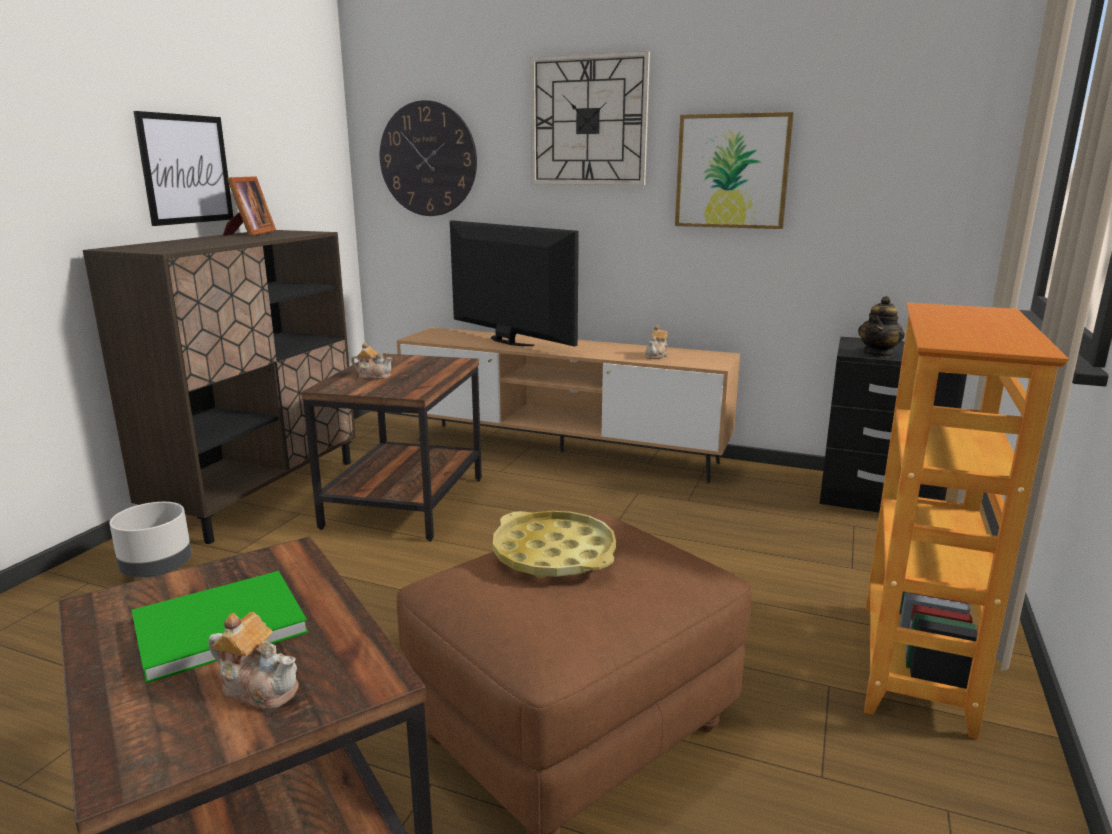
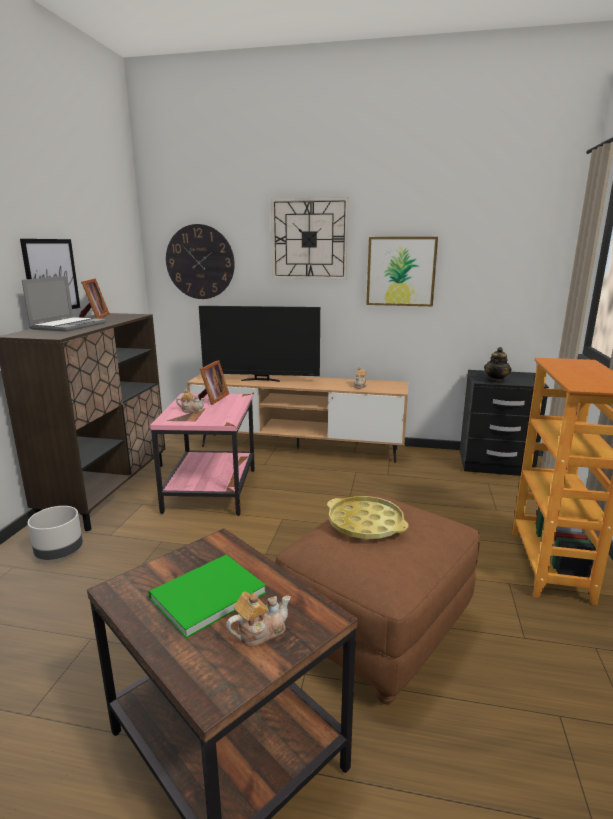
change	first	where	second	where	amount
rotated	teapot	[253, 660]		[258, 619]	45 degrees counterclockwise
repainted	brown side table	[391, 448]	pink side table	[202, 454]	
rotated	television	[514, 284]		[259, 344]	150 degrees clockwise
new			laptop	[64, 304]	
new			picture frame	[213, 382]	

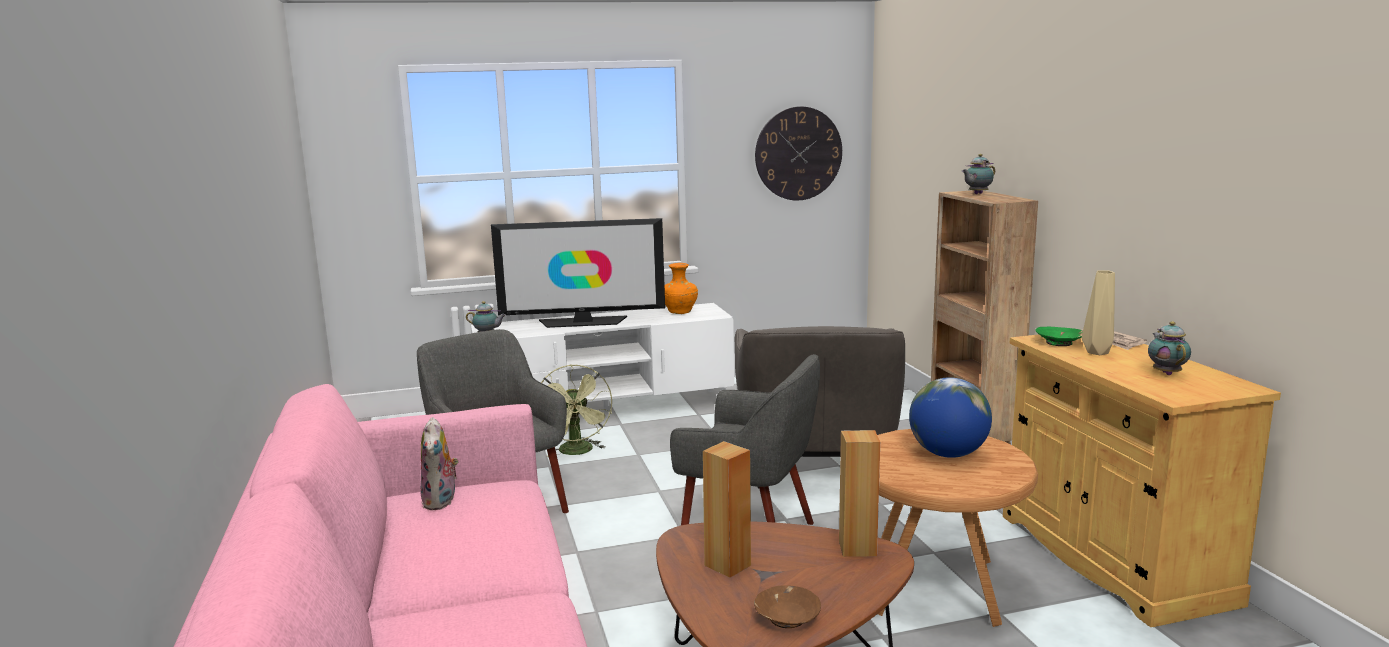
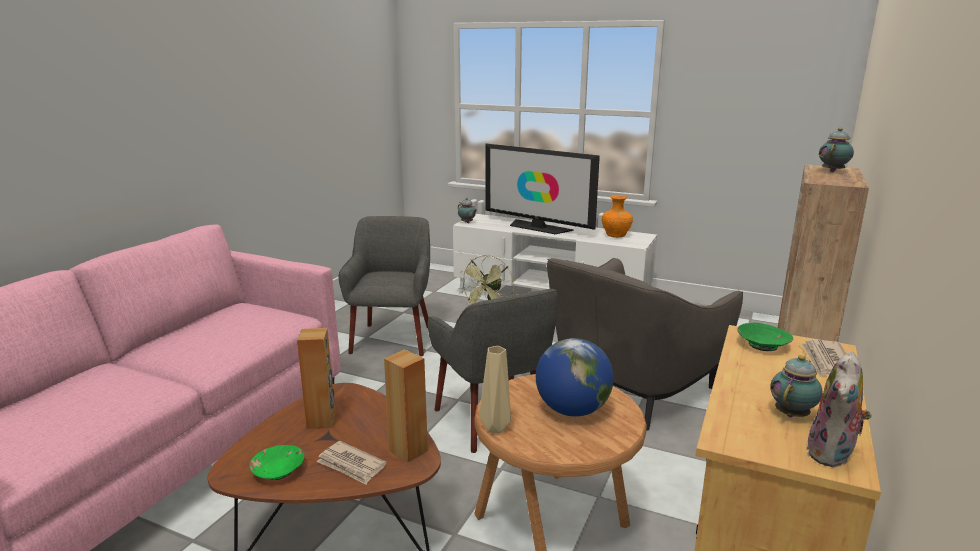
change	first	where	second	where	amount
shifted	plush toy	[439, 463]		[838, 409]	
repainted	brown bowl	[787, 606]	green bowl	[276, 462]	
gone	wall clock	[798, 153]			
rotated	teapot	[978, 174]		[836, 150]	120 degrees clockwise
shifted	beige vase	[1098, 312]		[495, 389]	
new			newspaper	[351, 463]	

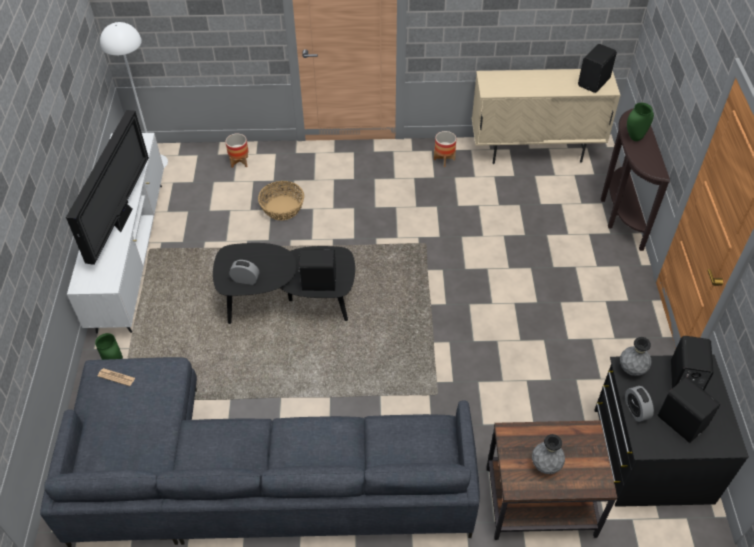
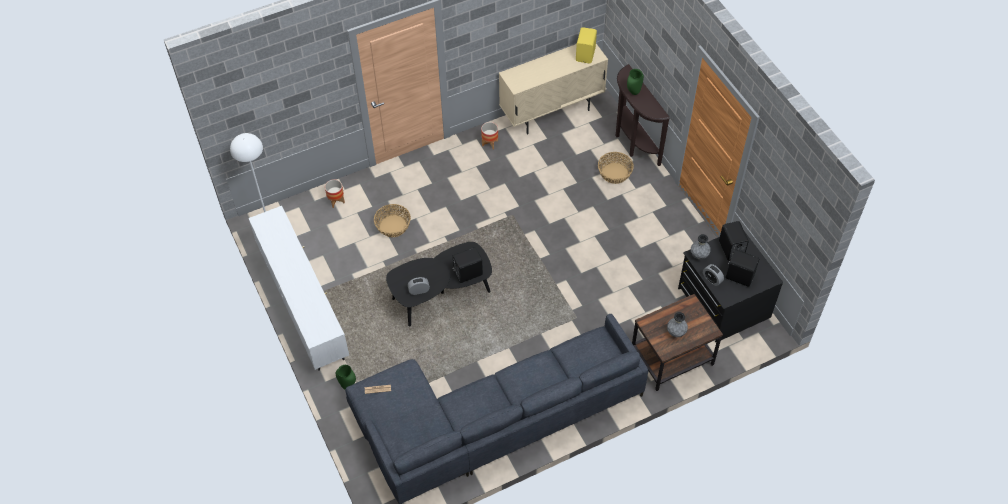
change	first	where	second	where	amount
gone	television	[107, 187]			
repainted	black speaker	[597, 68]	yellow speaker	[586, 45]	
new			basket	[616, 168]	

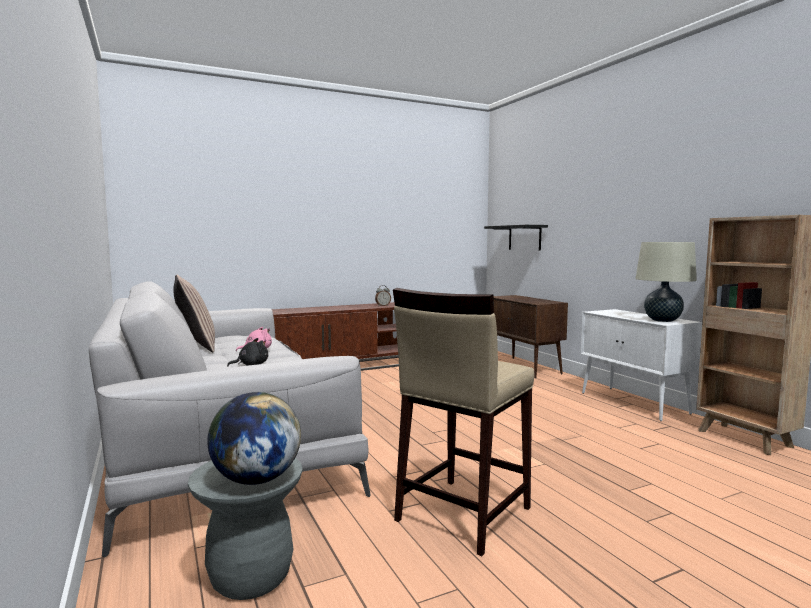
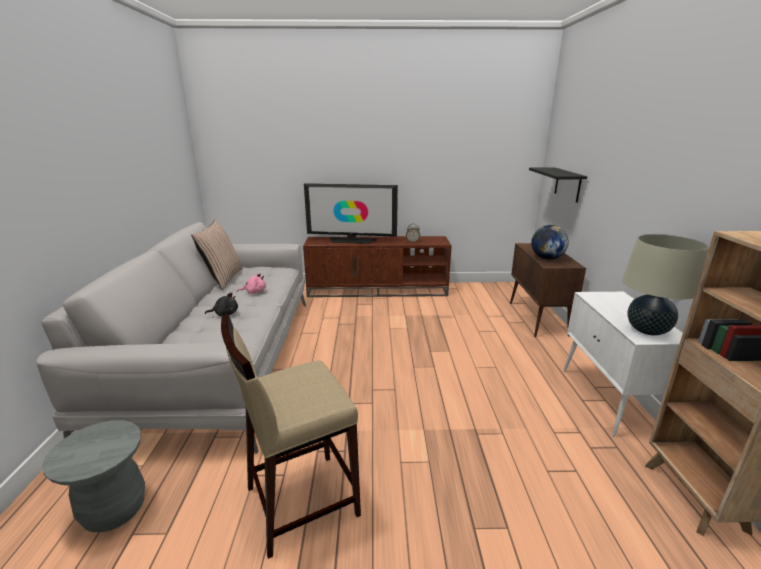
change	first	where	second	where	amount
shifted	globe	[254, 438]		[550, 242]	
new			television	[351, 213]	

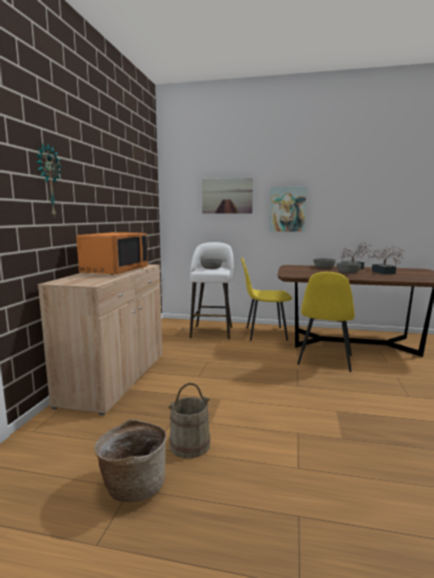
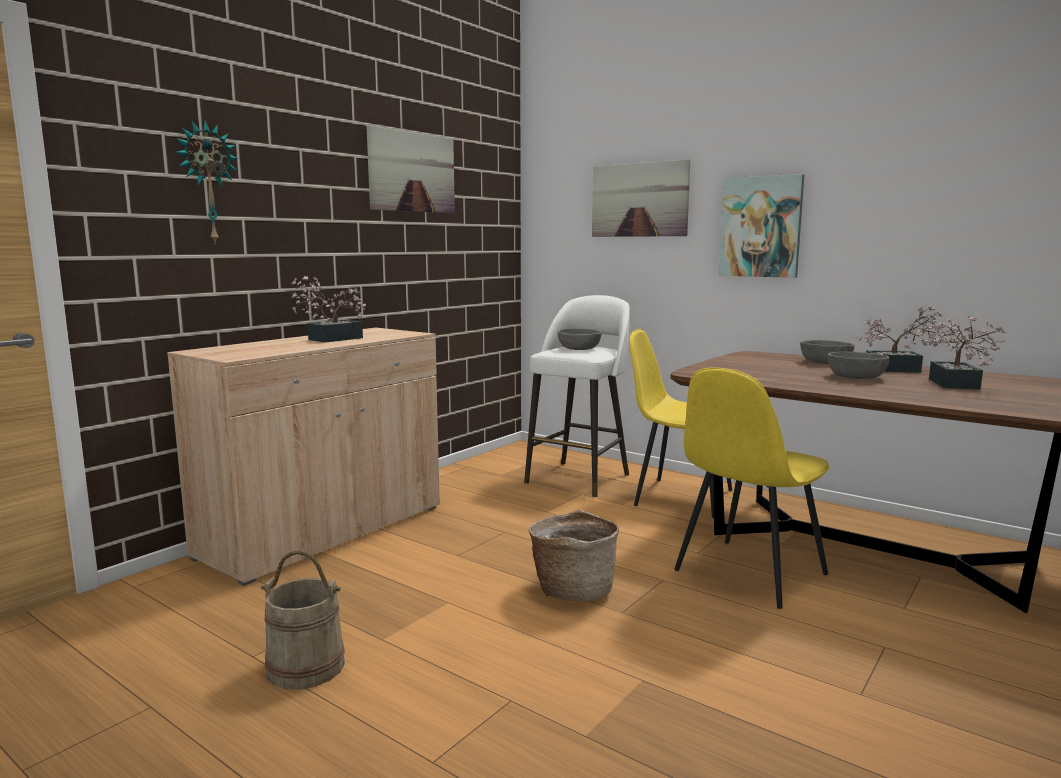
change	first	where	second	where	amount
swapped	orange microwave	[112, 253]	potted plant	[328, 309]	
shifted	basket	[130, 460]		[574, 555]	
new			picture	[411, 169]	

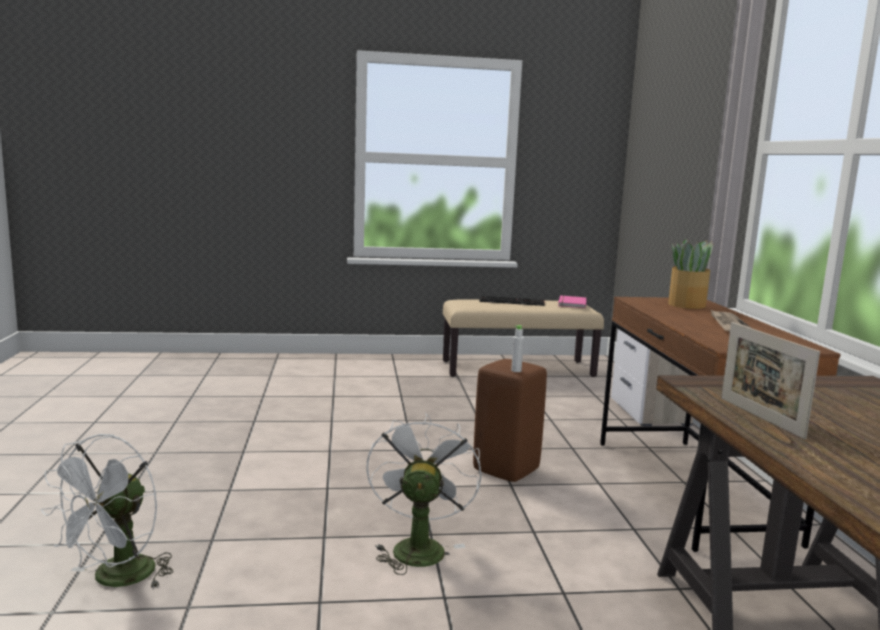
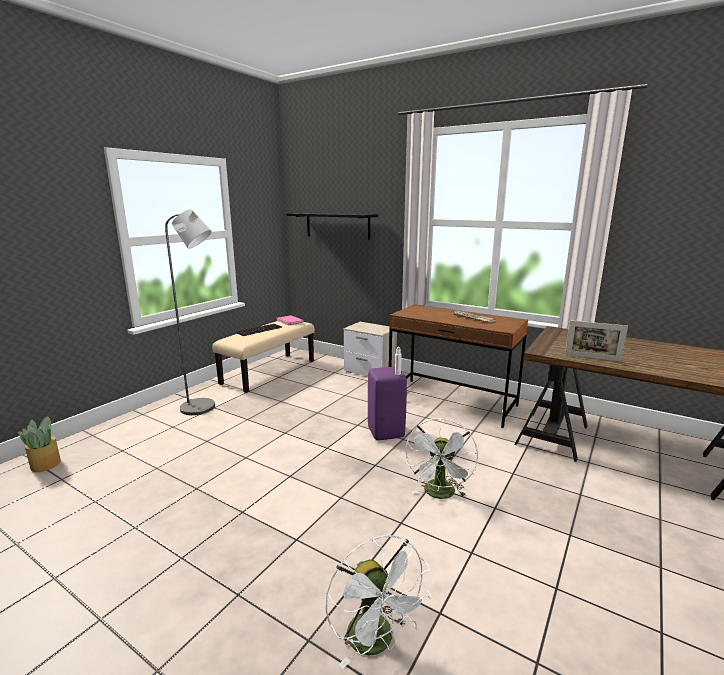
change	first	where	second	where	amount
rotated	white fan	[424, 493]		[442, 459]	120 degrees counterclockwise
repainted	brown stool	[510, 420]	purple stool	[387, 403]	
shifted	potted plant	[690, 274]		[39, 444]	
new			grey floor lamp	[190, 312]	
new			black shelf	[332, 226]	

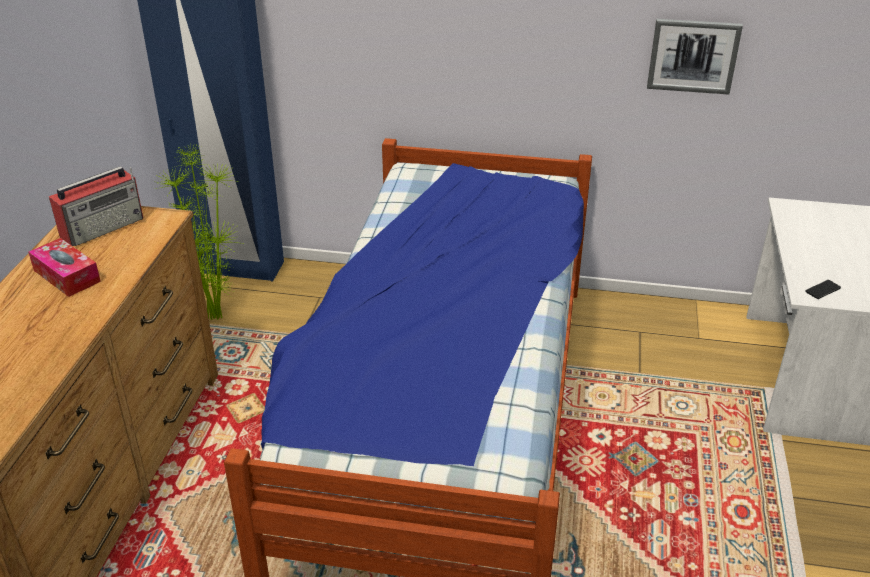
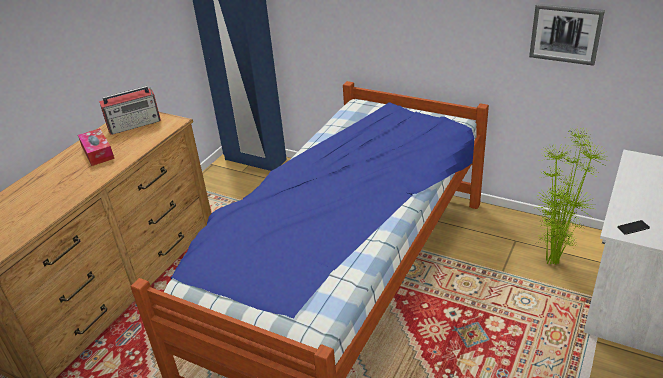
change	first	where	second	where	amount
shifted	potted plant	[196, 231]		[572, 197]	

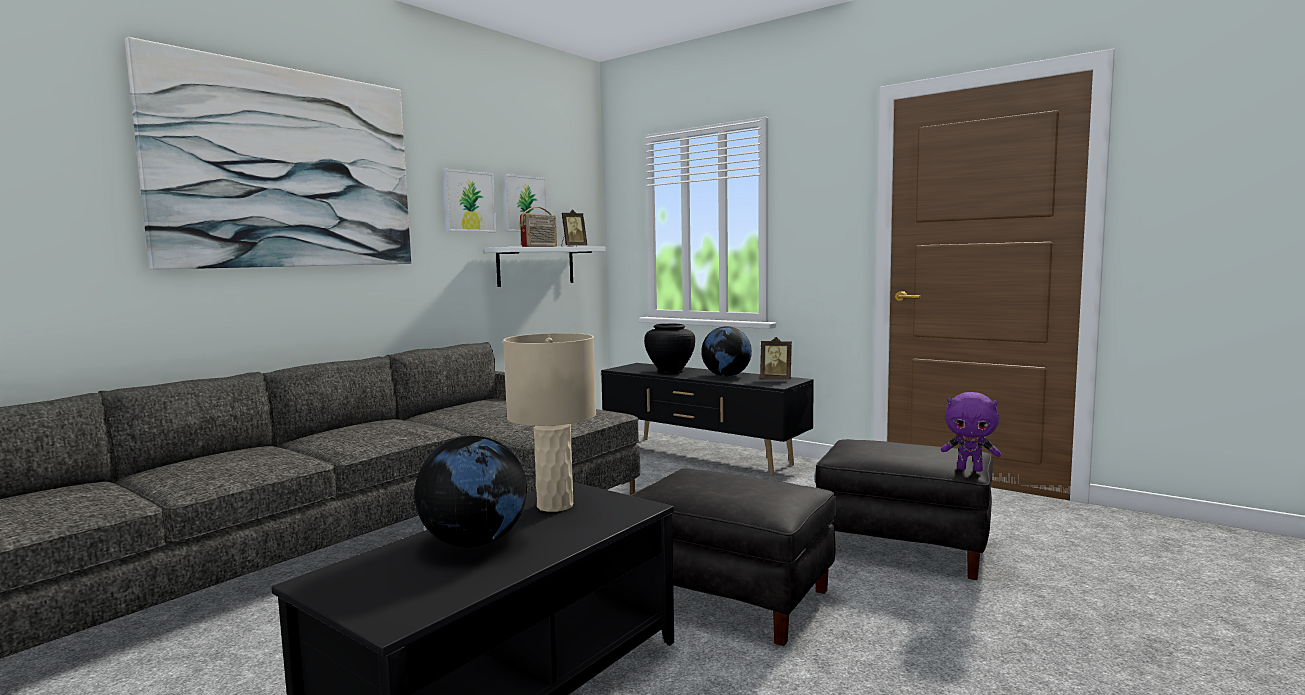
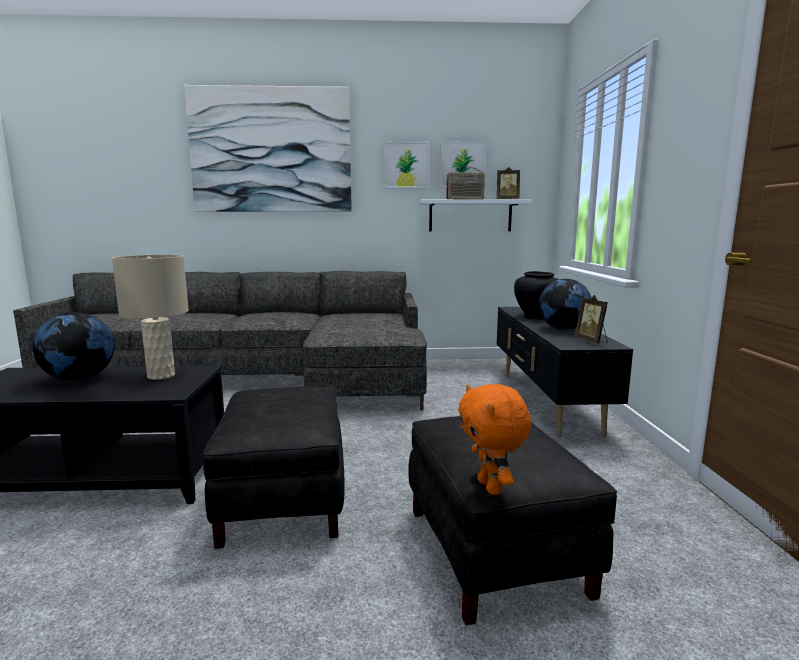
change	first	where	second	where	amount
repainted	purple plush toy	[971, 432]	orange plush toy	[494, 439]	

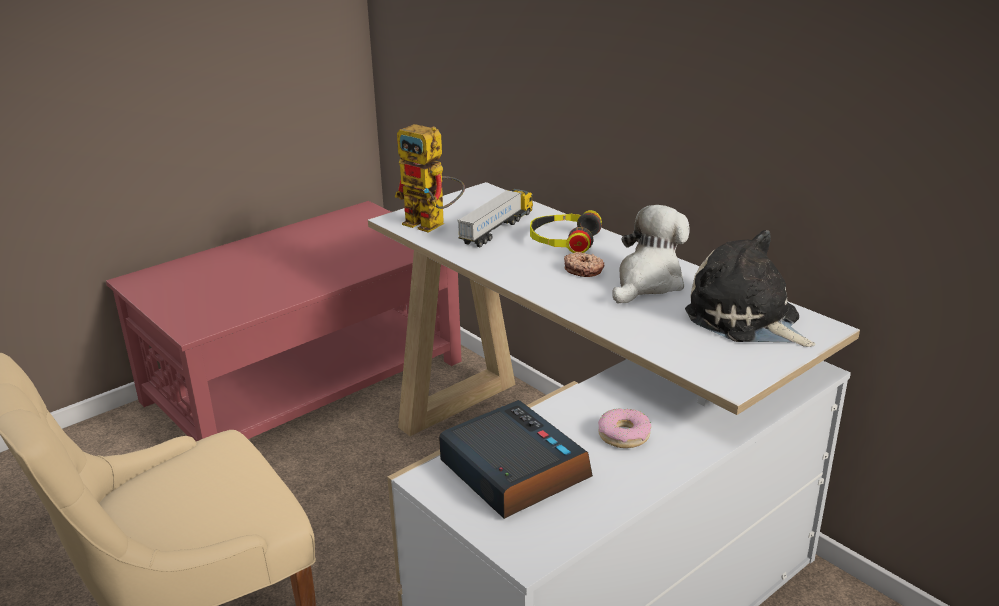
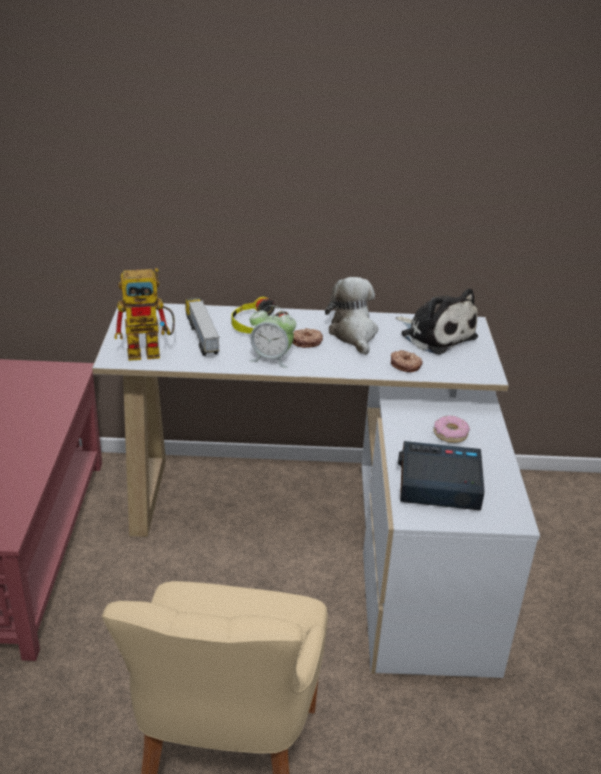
change	first	where	second	where	amount
rotated	plush toy	[750, 288]		[437, 322]	135 degrees counterclockwise
new			alarm clock	[273, 336]	
new			donut	[407, 361]	

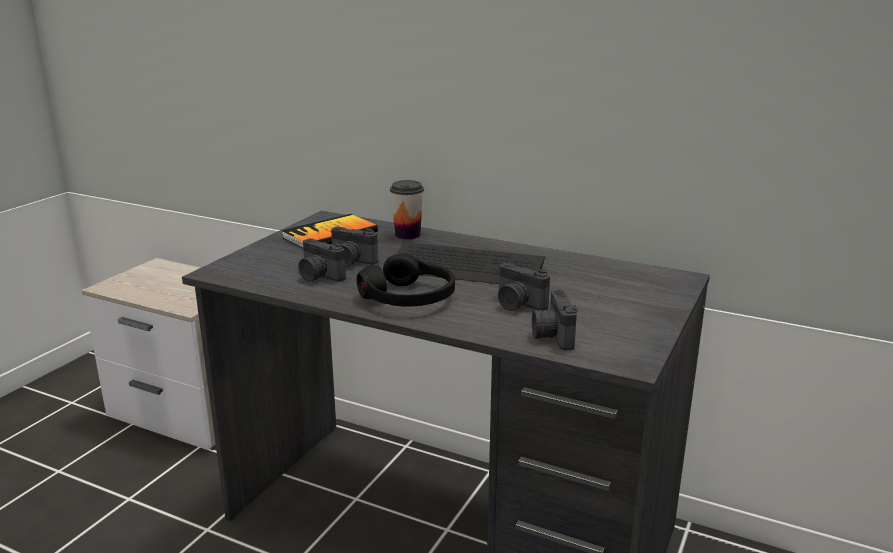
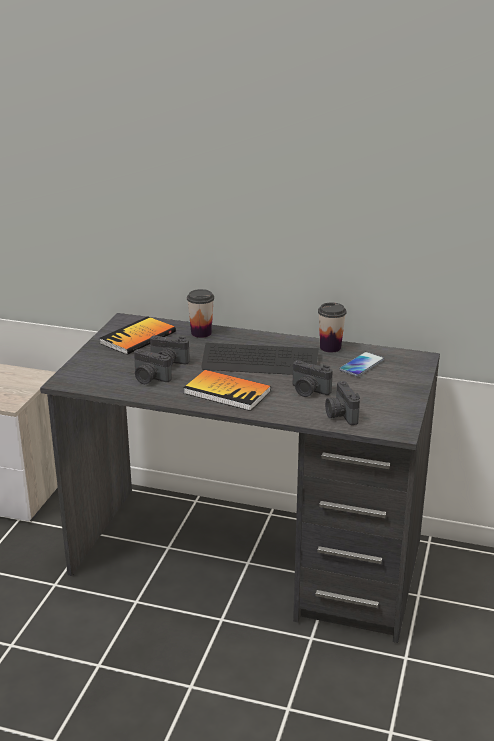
change	first	where	second	where	amount
swapped	black headphones	[406, 280]	book	[227, 390]	
new			cup	[332, 327]	
new			phone	[361, 364]	

